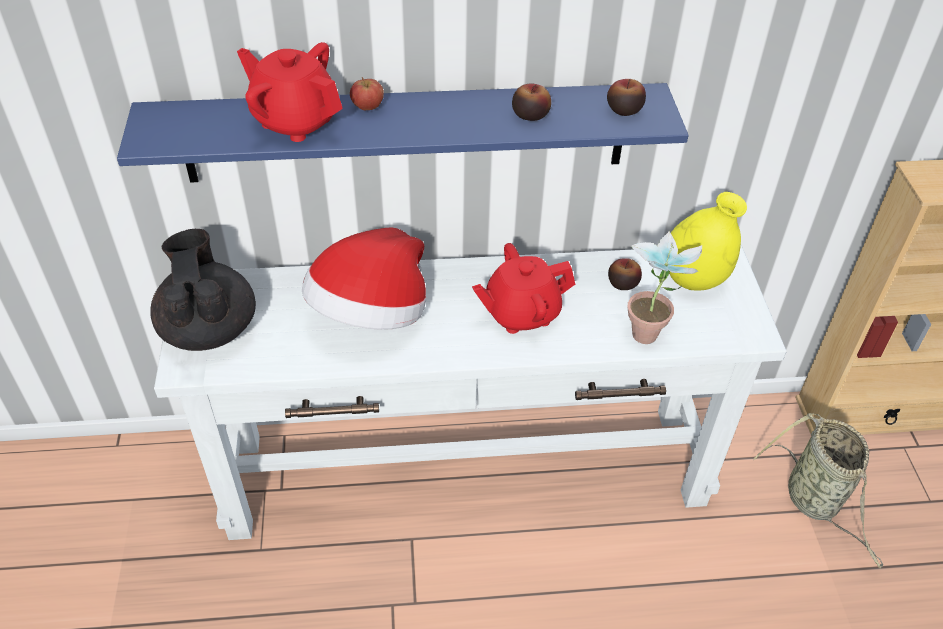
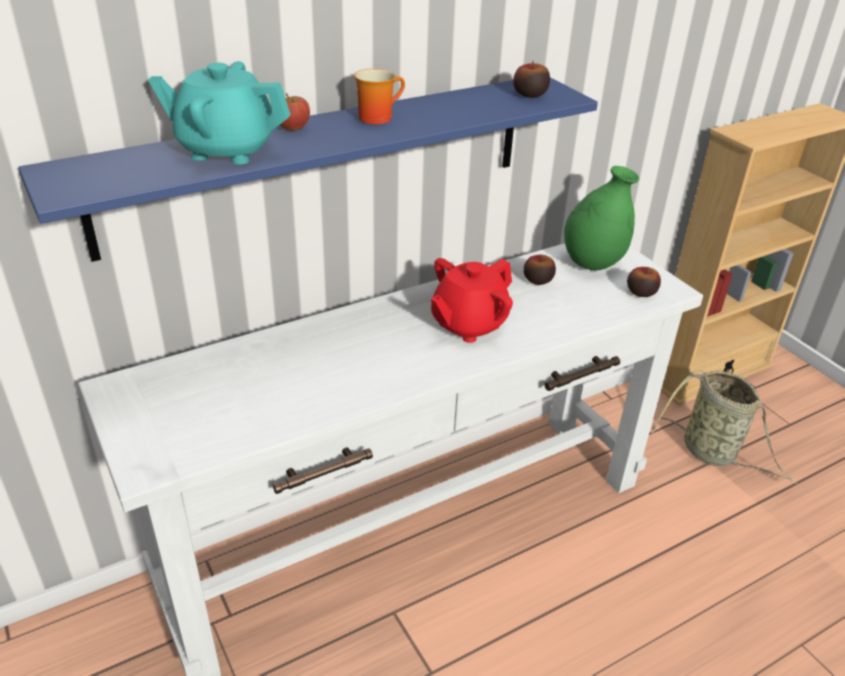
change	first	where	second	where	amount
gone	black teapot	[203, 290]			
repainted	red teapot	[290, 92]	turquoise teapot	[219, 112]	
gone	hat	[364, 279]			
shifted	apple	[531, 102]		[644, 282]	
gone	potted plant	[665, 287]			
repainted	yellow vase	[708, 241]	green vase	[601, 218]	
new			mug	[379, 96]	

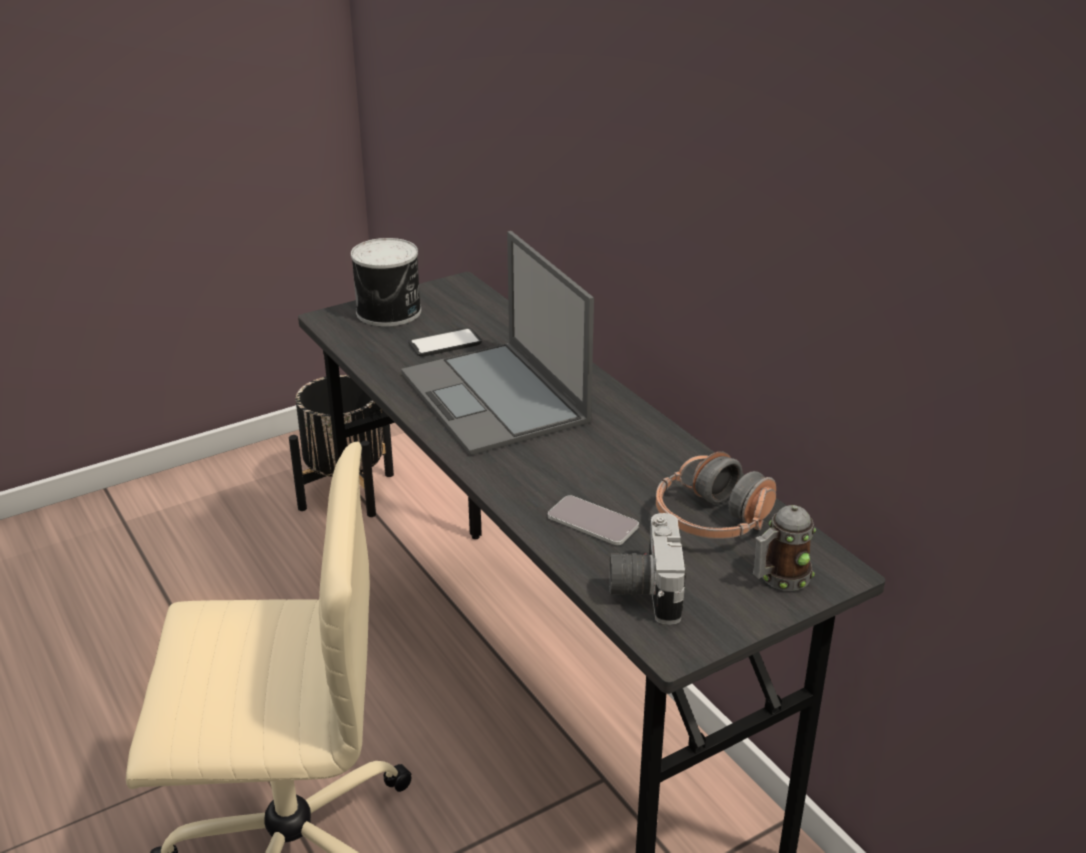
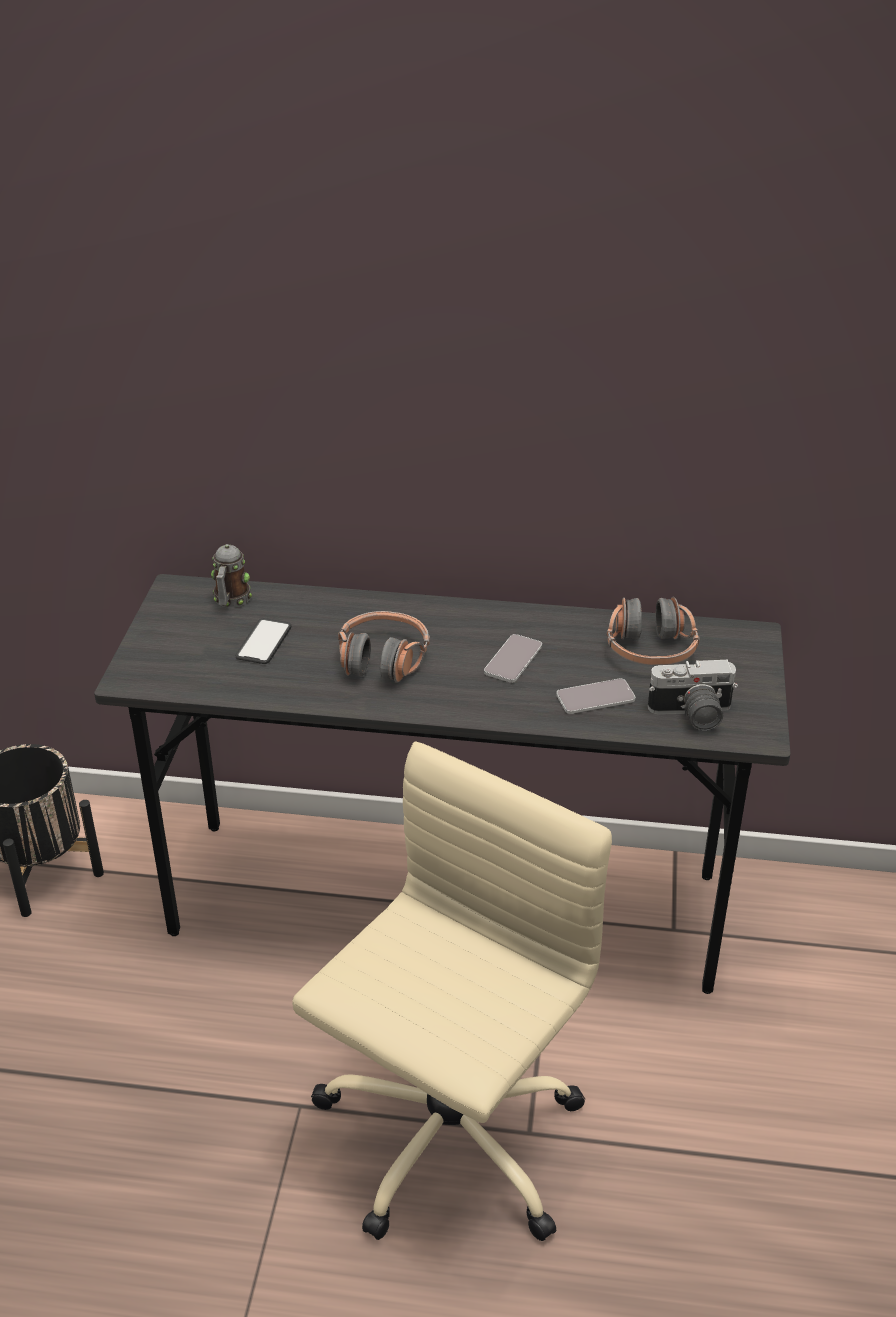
change	first	where	second	where	amount
gone	can	[386, 282]			
swapped	laptop	[497, 343]	headphones	[384, 647]	
rotated	photo camera	[647, 569]		[693, 695]	45 degrees counterclockwise
shifted	mug	[784, 548]		[231, 575]	
new			phone	[513, 658]	

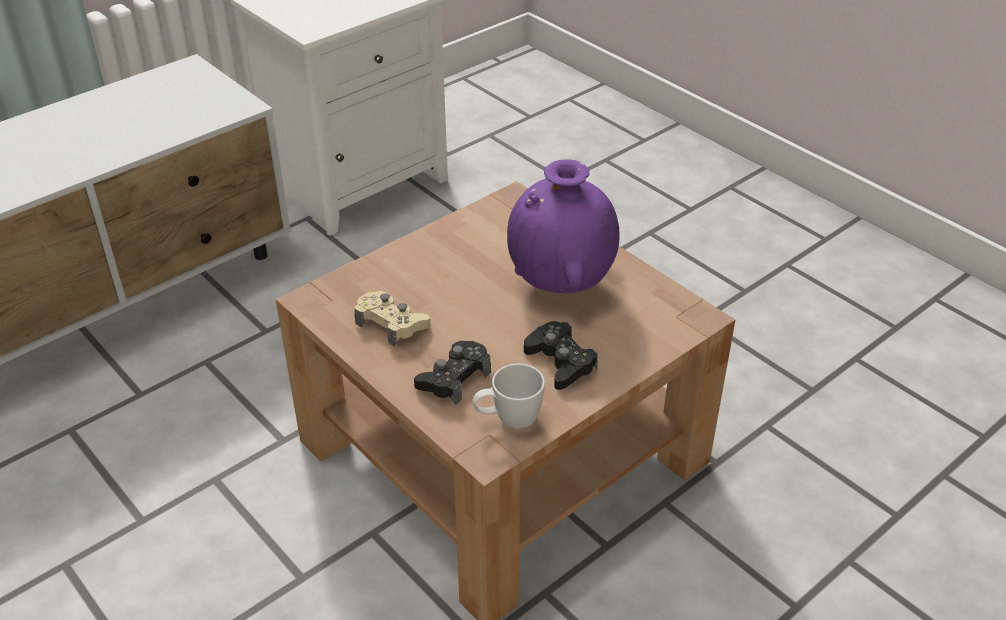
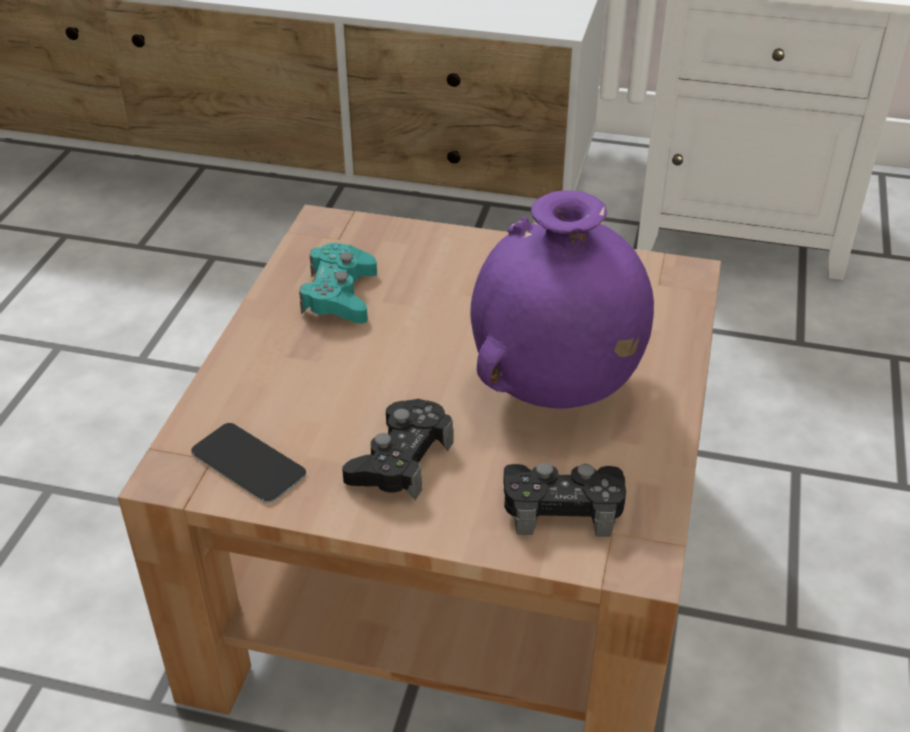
change	first	where	second	where	amount
repainted	beige game controller	[392, 319]	turquoise game controller	[338, 283]	
shifted	black game controller	[452, 372]		[564, 500]	
swapped	white mug	[508, 396]	phone	[248, 463]	

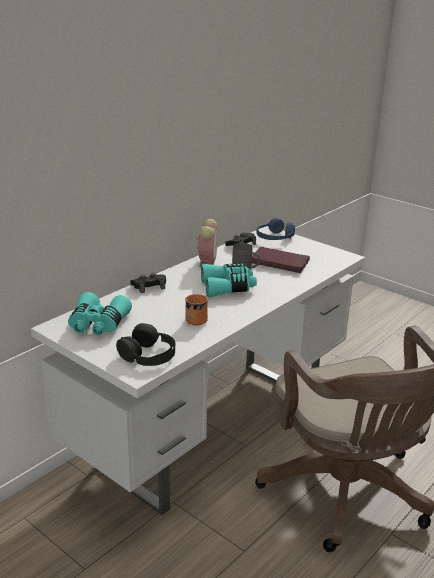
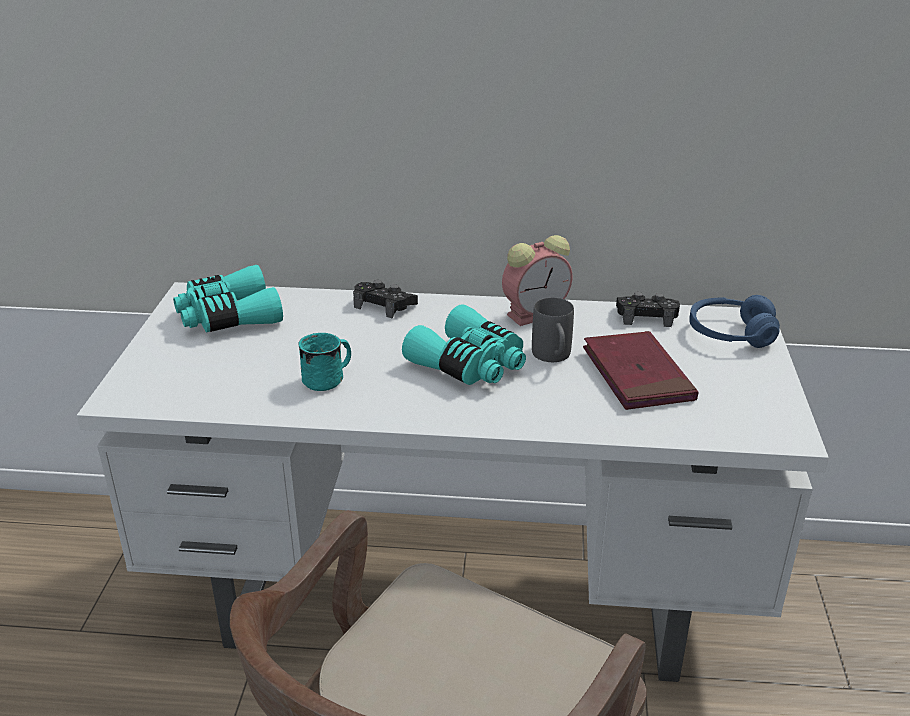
change	first	where	second	where	amount
gone	black headphones	[145, 344]			
repainted	orange mug	[196, 309]	turquoise mug	[325, 362]	

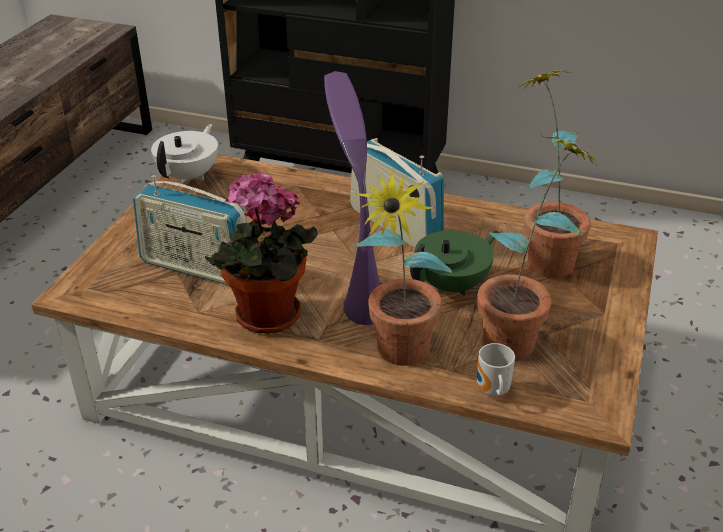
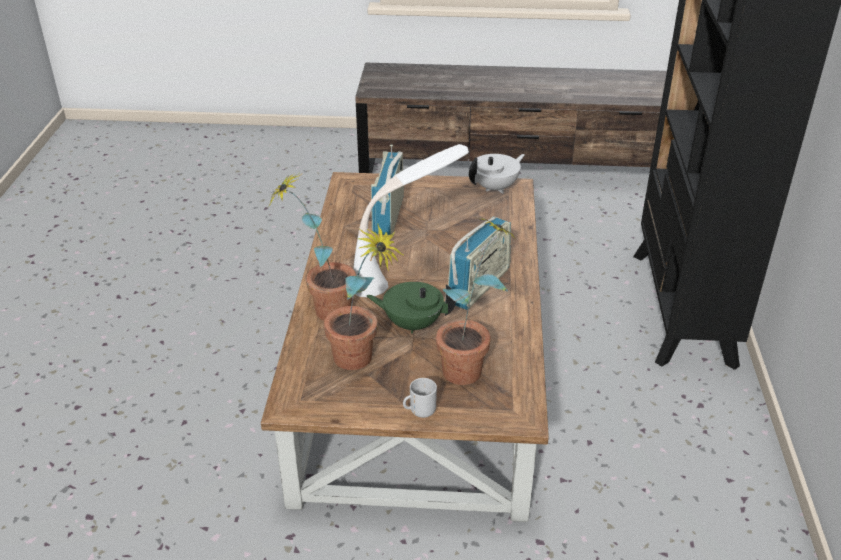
change	first	where	second	where	amount
rotated	white teapot	[184, 154]		[497, 174]	45 degrees counterclockwise
gone	potted plant	[261, 253]			
repainted	purple table lamp	[352, 198]	white table lamp	[411, 220]	
rotated	green teapot	[454, 263]		[411, 307]	150 degrees clockwise
shifted	mug	[496, 369]		[420, 398]	

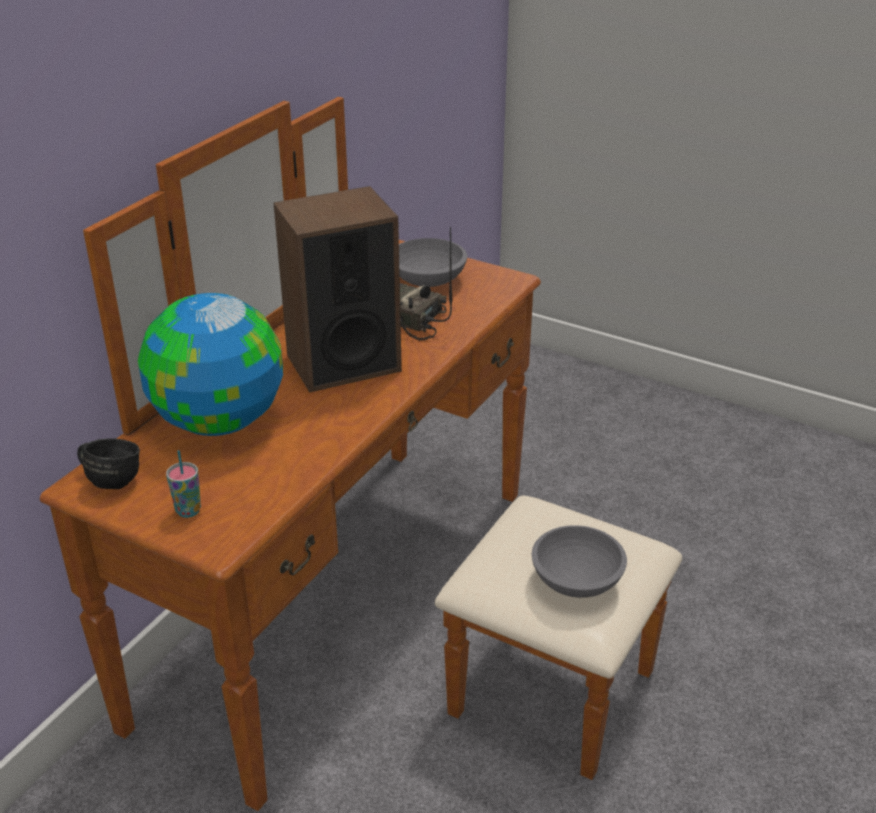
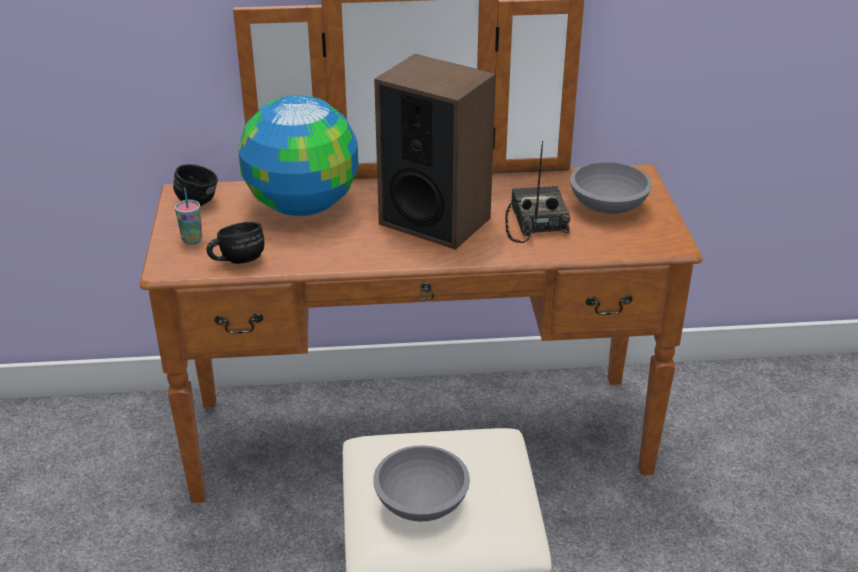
change	first	where	second	where	amount
new			black mug	[235, 243]	

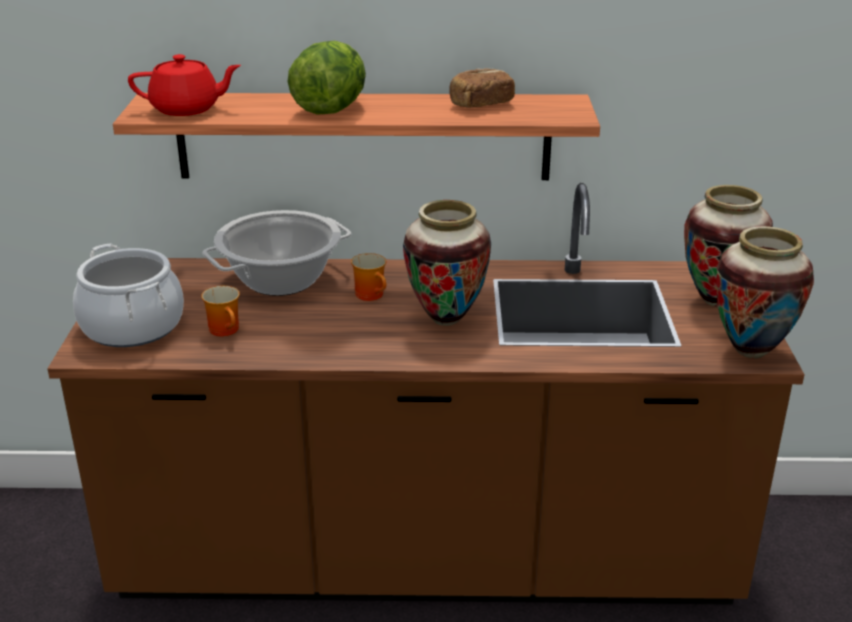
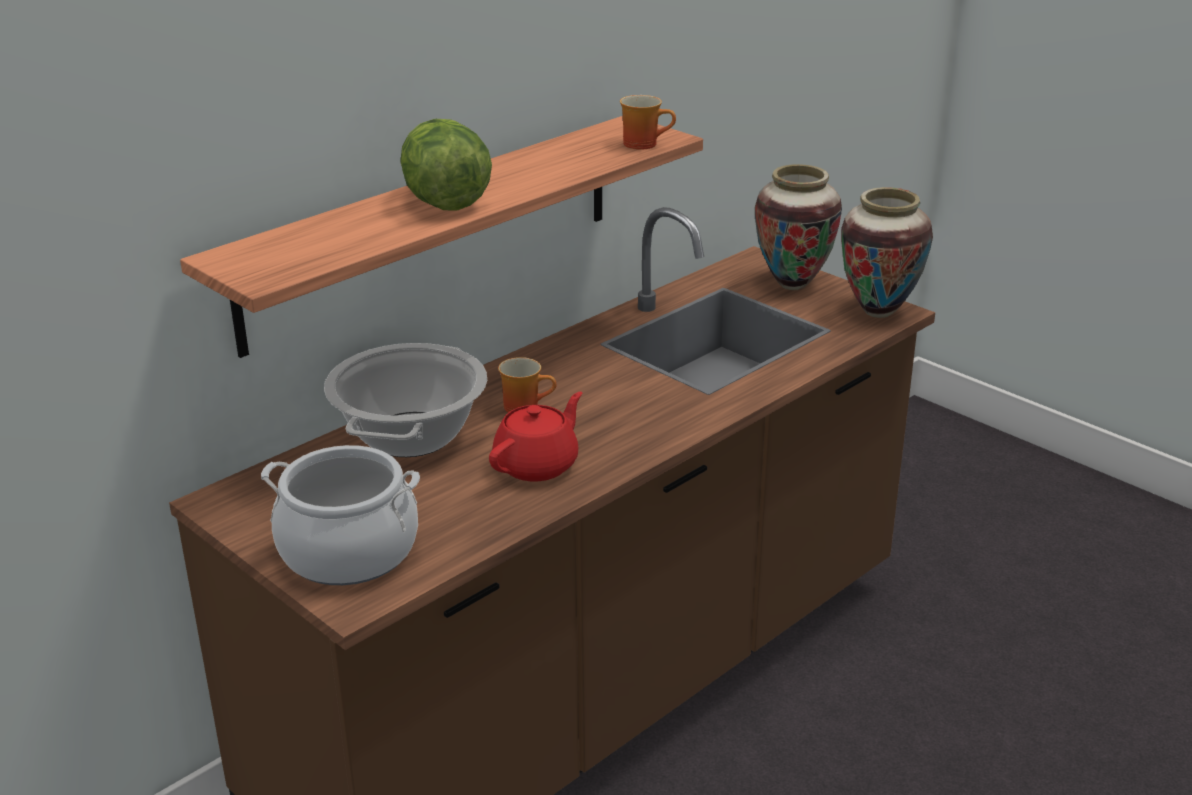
change	first	where	second	where	amount
shifted	red teapot	[184, 85]		[535, 436]	
shifted	mug	[220, 311]		[648, 122]	
gone	vase	[447, 263]			
gone	bread	[482, 88]			

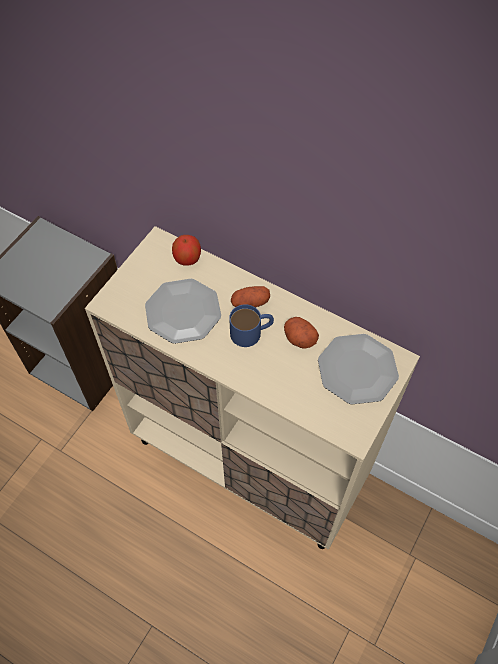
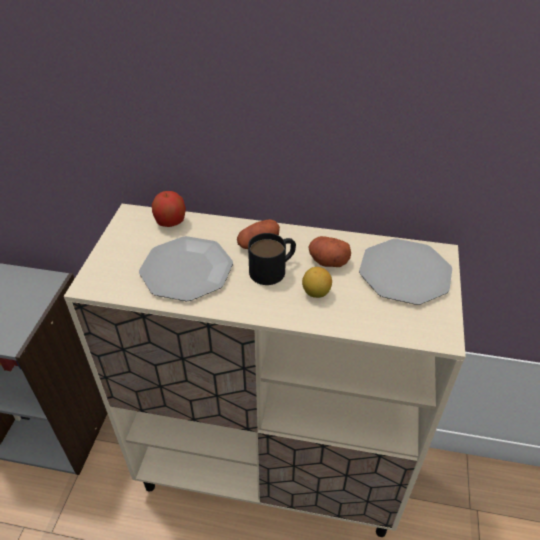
change	first	where	second	where	amount
repainted	blue mug	[251, 325]	black mug	[272, 259]	
new			lemon	[317, 282]	

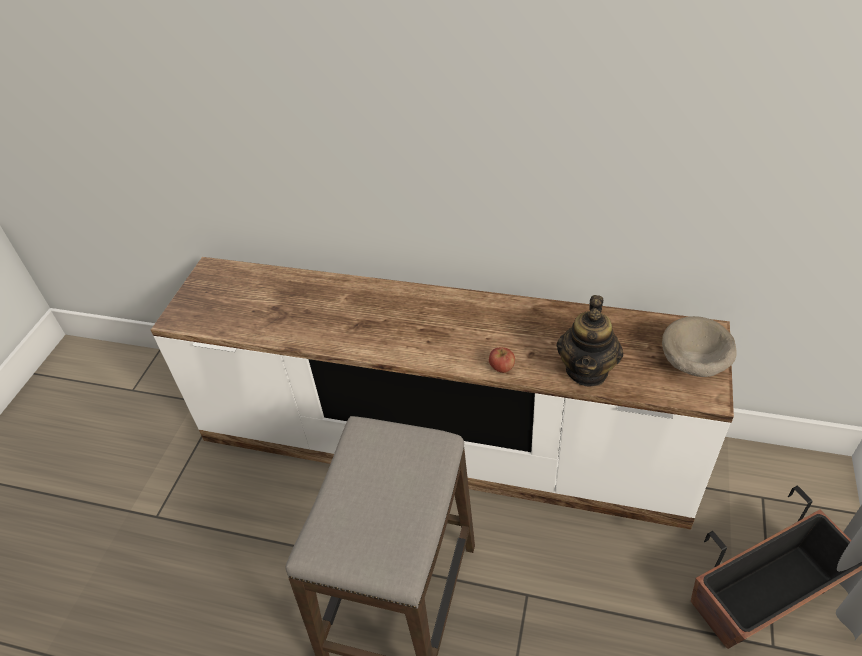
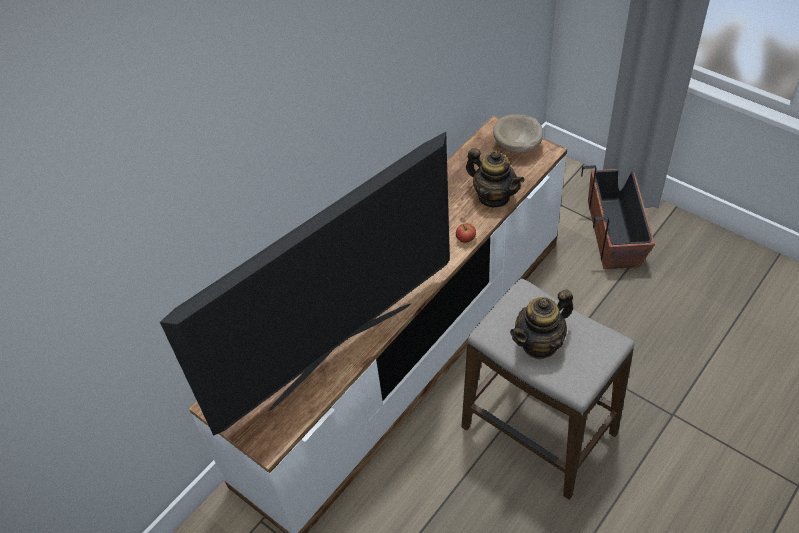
change	first	where	second	where	amount
new			television	[305, 284]	
new			teapot	[541, 324]	

